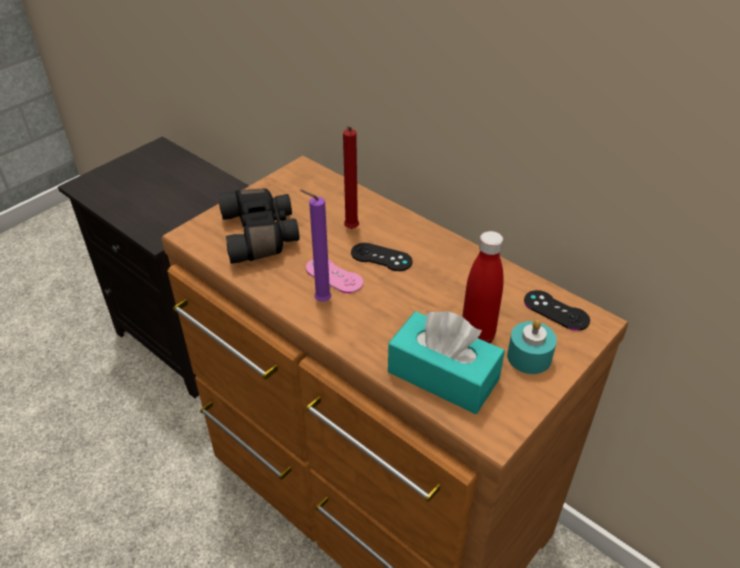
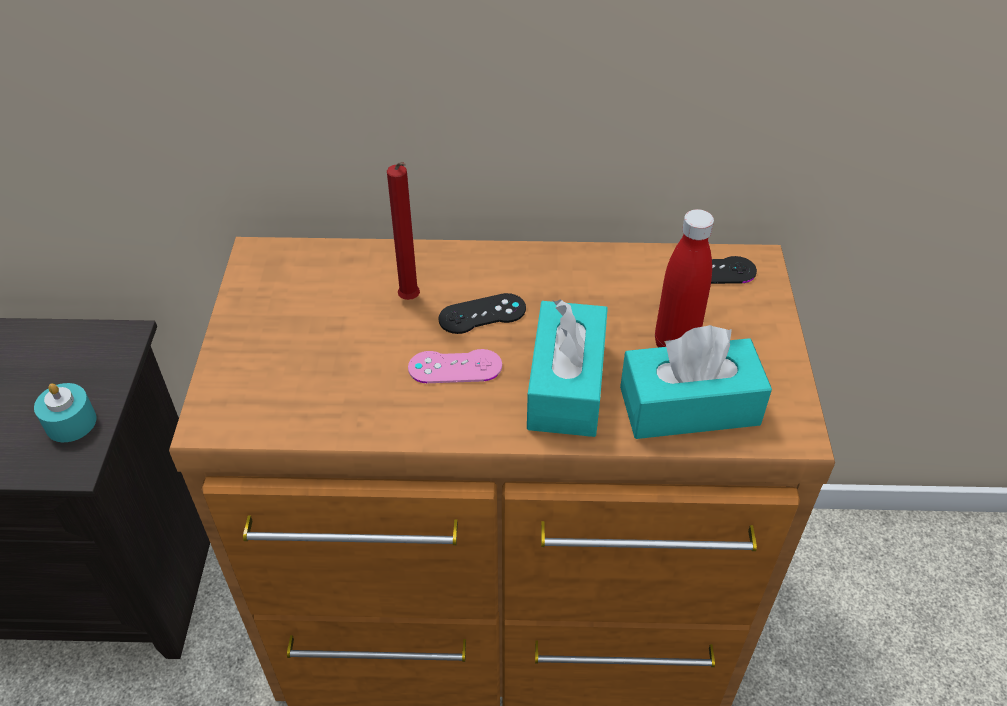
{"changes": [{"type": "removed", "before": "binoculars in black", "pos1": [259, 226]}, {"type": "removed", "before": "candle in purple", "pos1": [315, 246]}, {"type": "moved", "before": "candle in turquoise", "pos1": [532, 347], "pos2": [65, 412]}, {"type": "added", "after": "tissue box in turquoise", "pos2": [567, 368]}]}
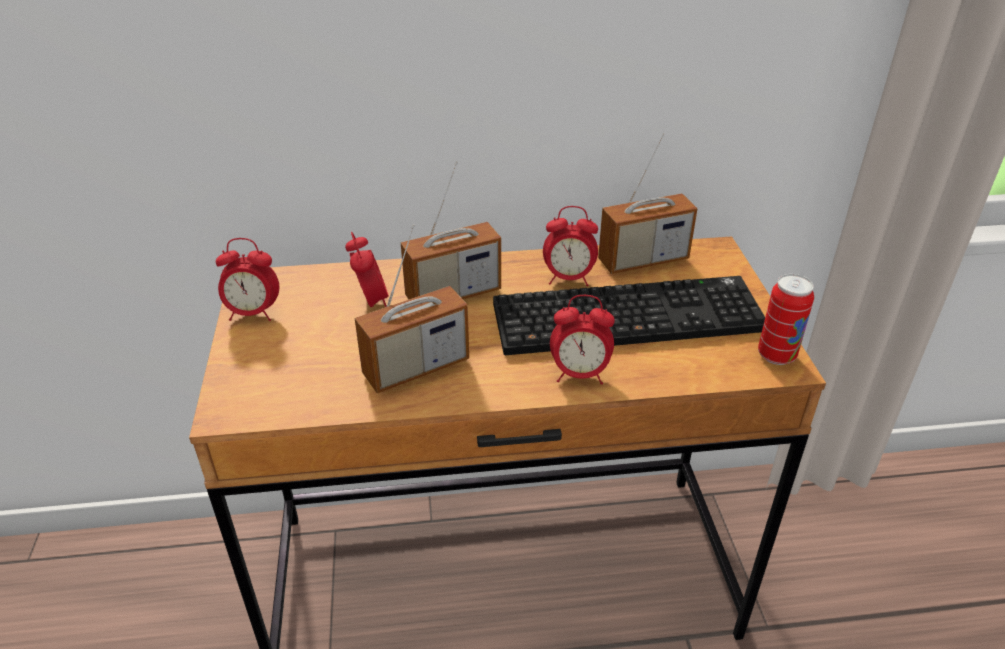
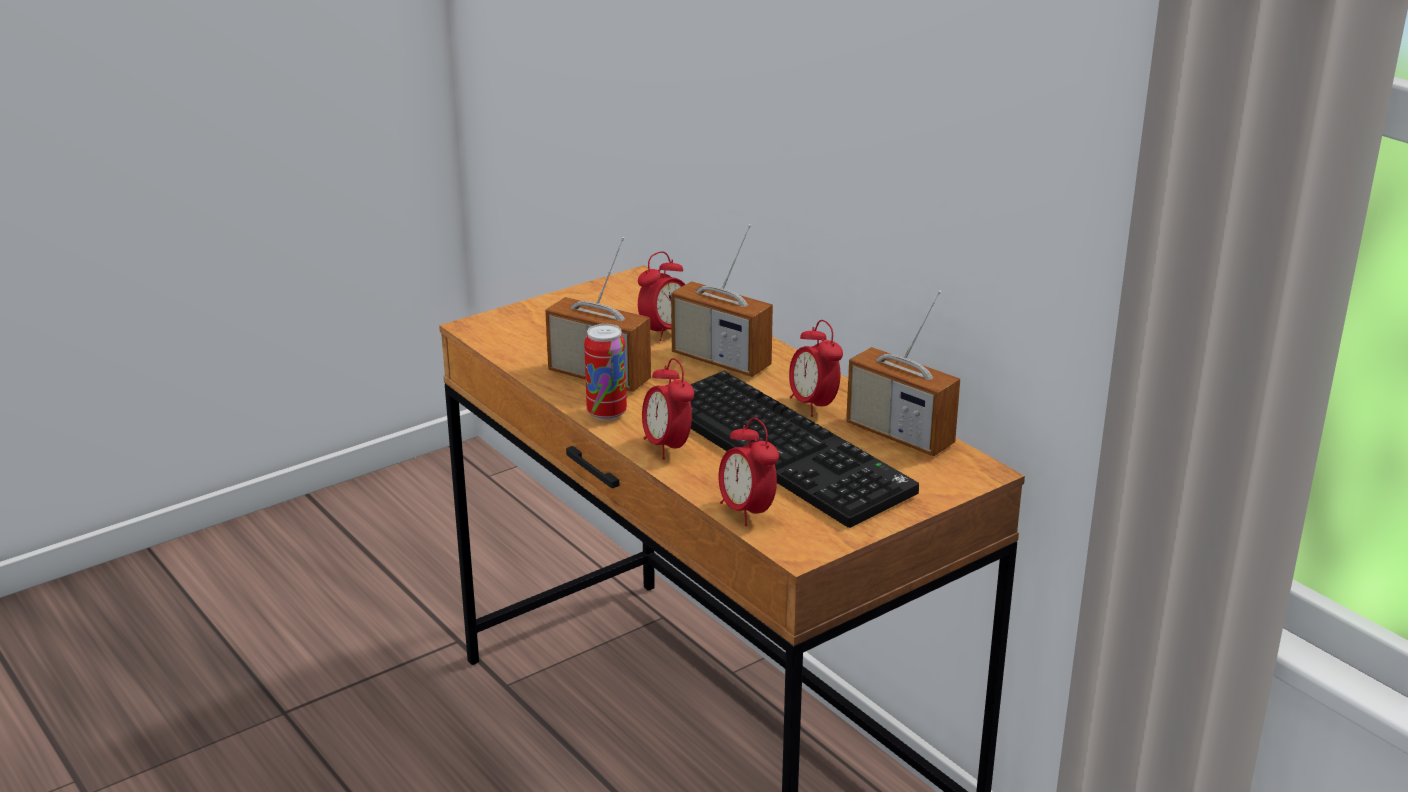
{"changes": [{"type": "moved", "before": "alarm clock", "pos1": [247, 279], "pos2": [749, 472]}, {"type": "moved", "before": "can", "pos1": [786, 319], "pos2": [605, 372]}]}
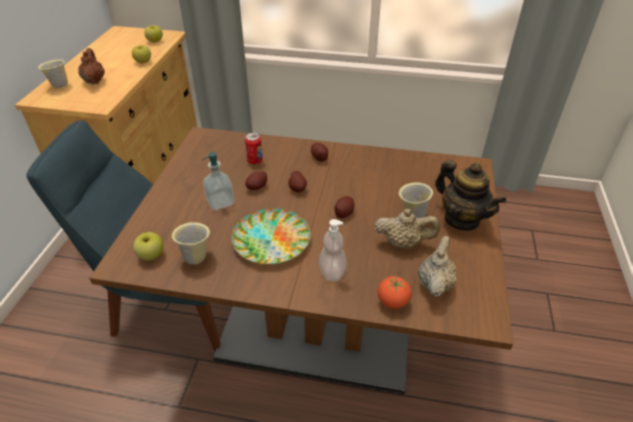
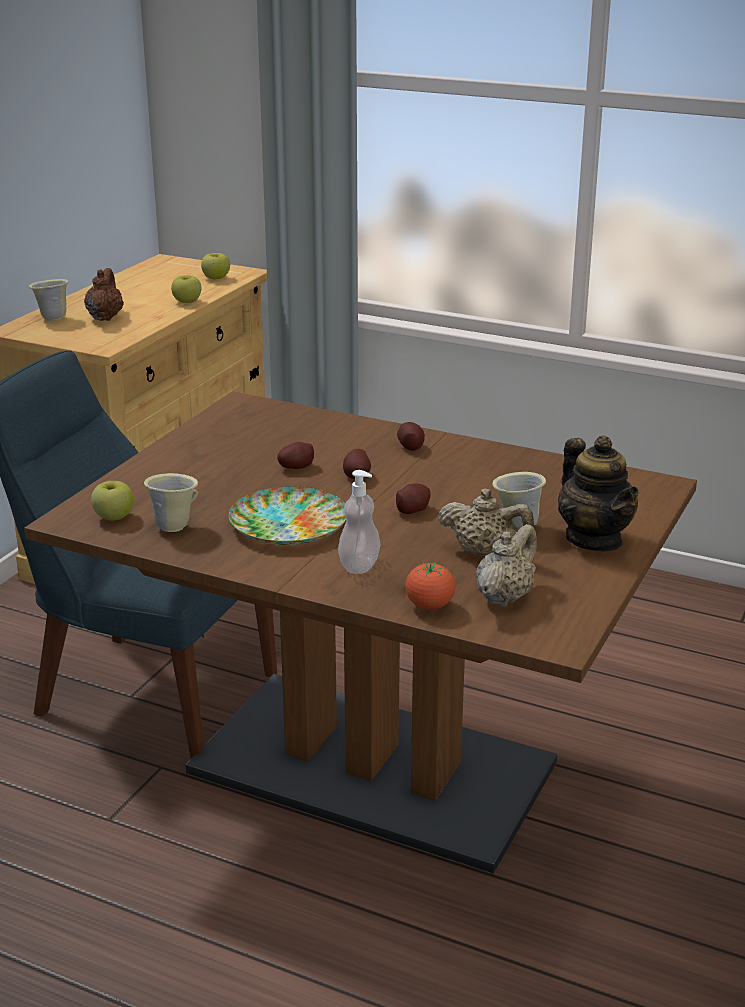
{"changes": [{"type": "removed", "before": "can", "pos1": [254, 148]}, {"type": "removed", "before": "soap dispenser", "pos1": [218, 181]}]}
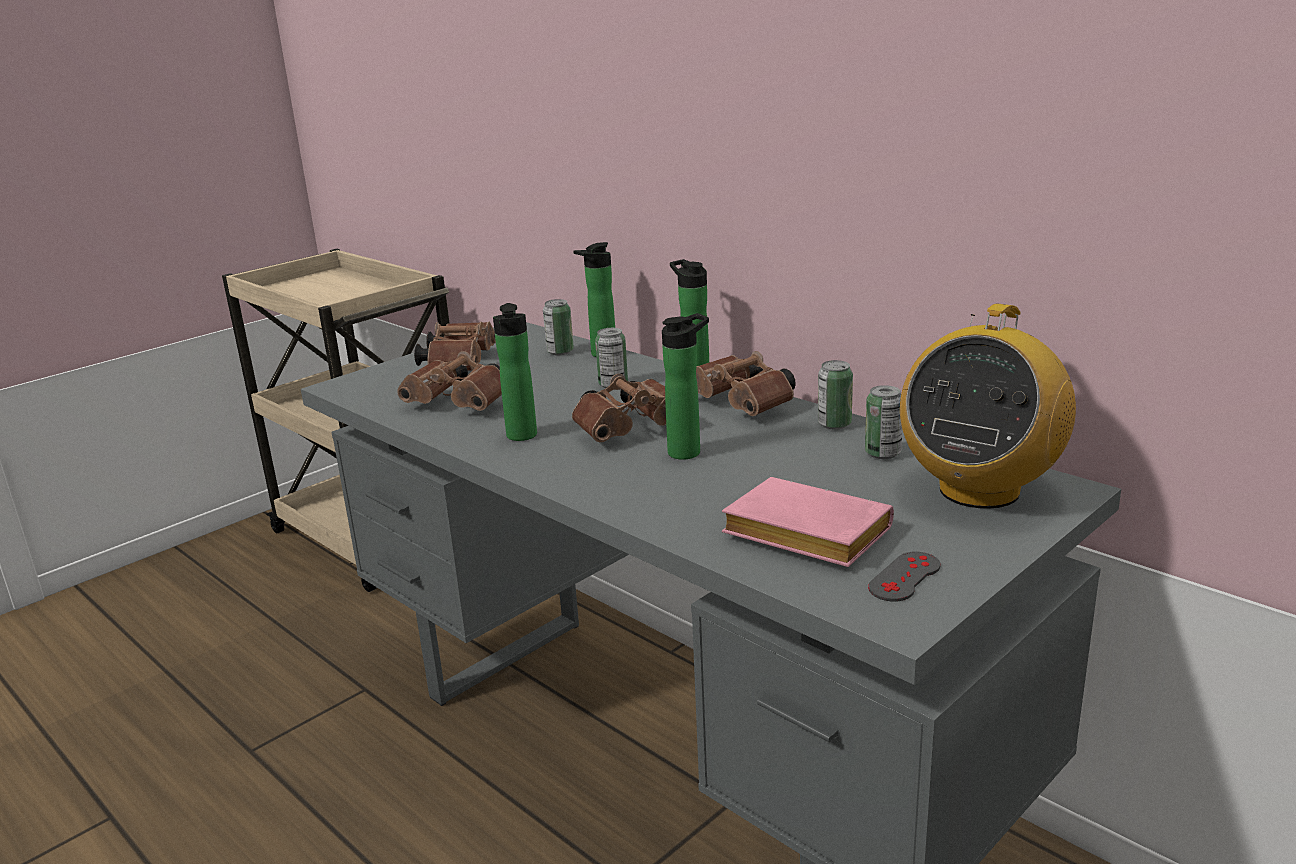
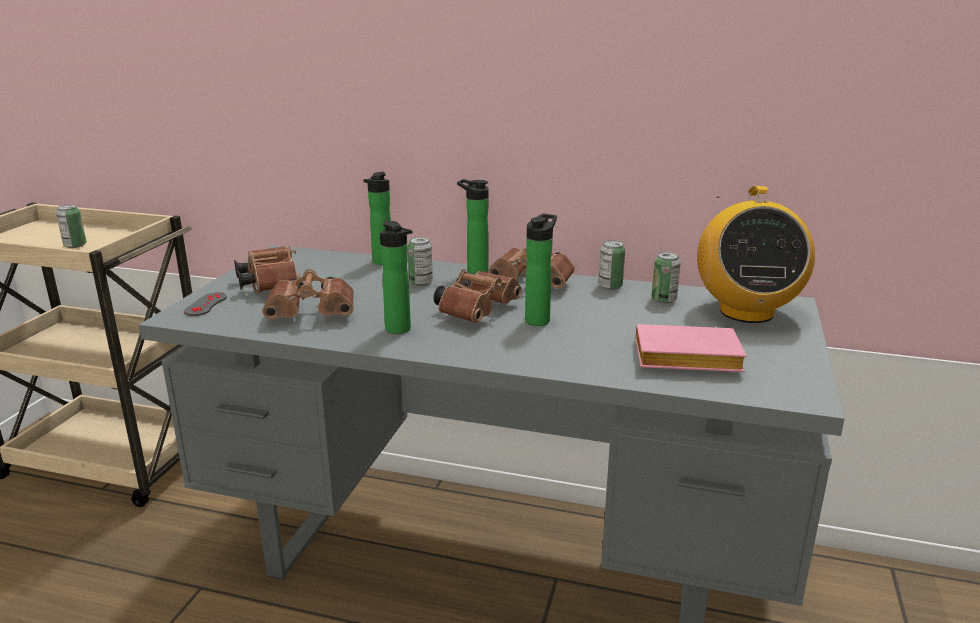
{"changes": [{"type": "moved", "before": "can", "pos1": [558, 327], "pos2": [71, 226]}, {"type": "moved", "before": "game controller in grey", "pos1": [904, 576], "pos2": [205, 304]}]}
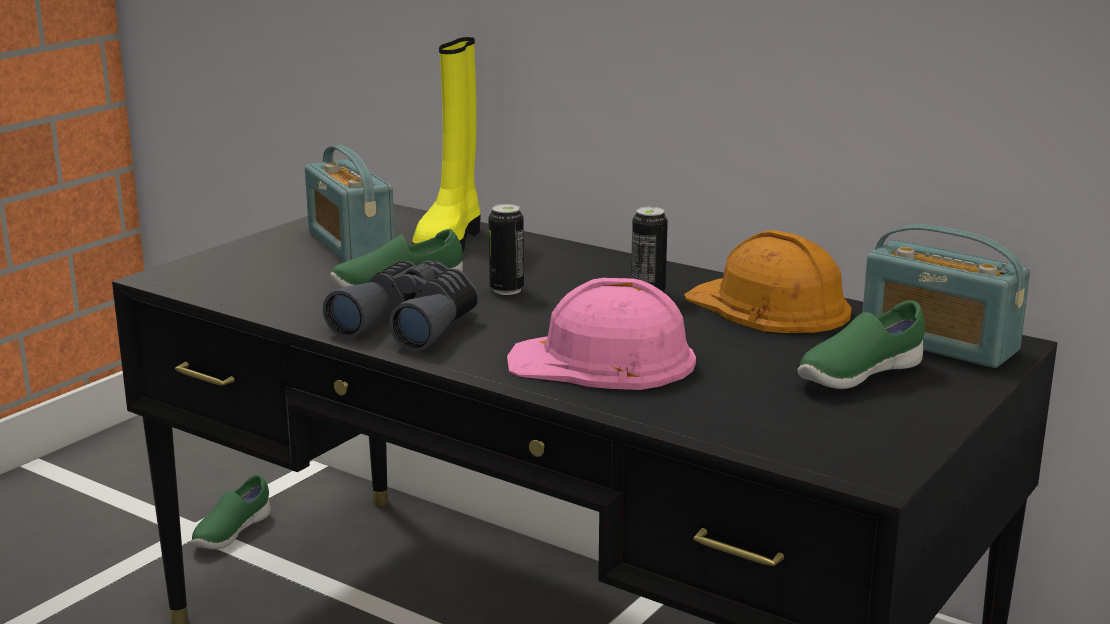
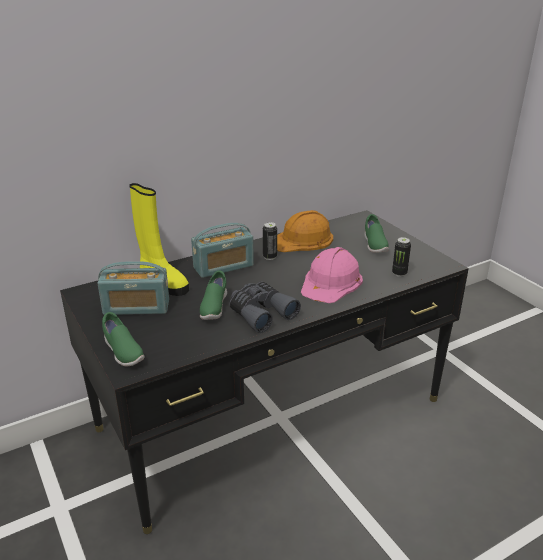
{"changes": [{"type": "moved", "before": "can", "pos1": [506, 249], "pos2": [401, 257]}, {"type": "moved", "before": "radio", "pos1": [946, 296], "pos2": [222, 250]}, {"type": "moved", "before": "shoe in green", "pos1": [231, 511], "pos2": [123, 339]}]}
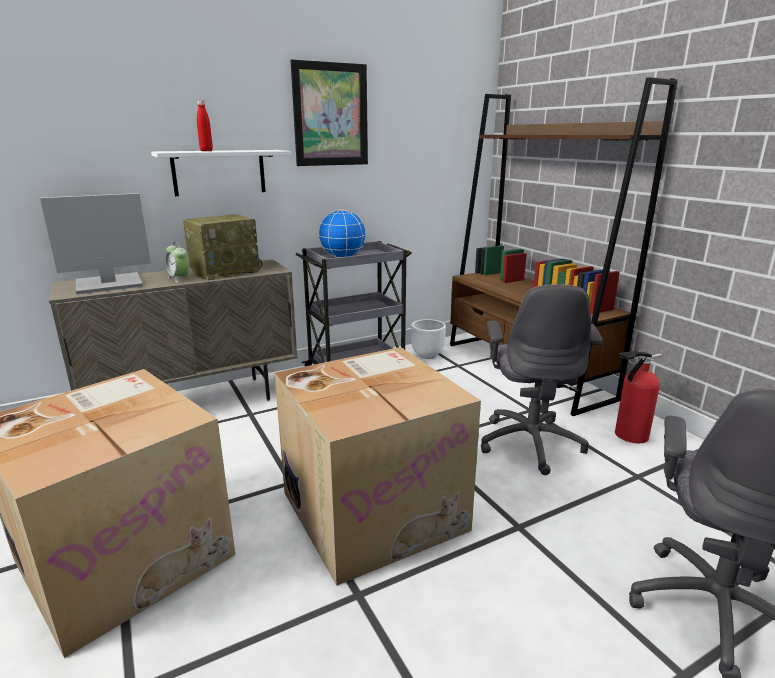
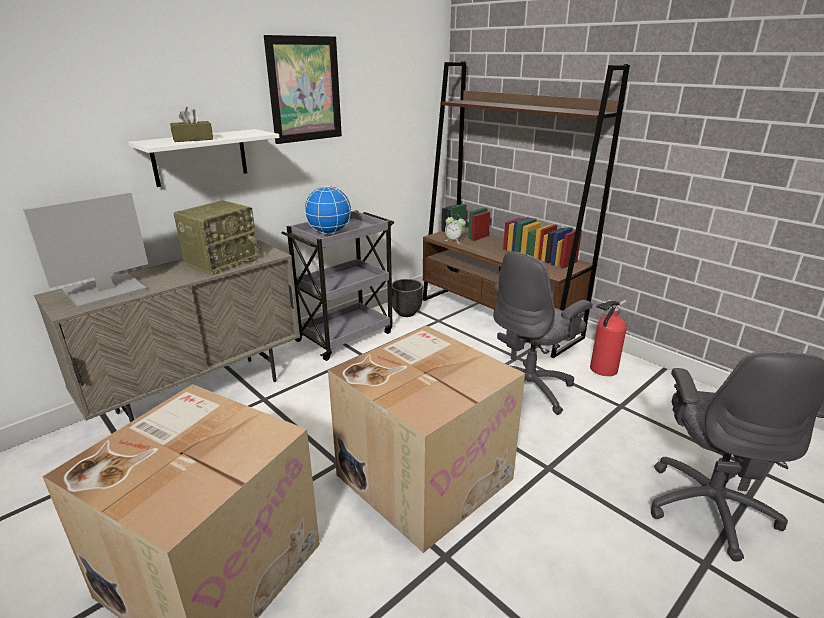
{"changes": [{"type": "replaced", "before": "bottle in red", "after": "tissue box in brown", "pos1": [205, 125], "pos2": [191, 124]}, {"type": "moved", "before": "alarm clock", "pos1": [177, 262], "pos2": [455, 229]}, {"type": "turned", "before": "office chair in grey", "pos1": [541, 379], "pos2": [543, 333], "turn": 60}, {"type": "recoloured", "before": "planter in white", "after": "planter in black", "pos1": [428, 339], "pos2": [407, 298]}]}
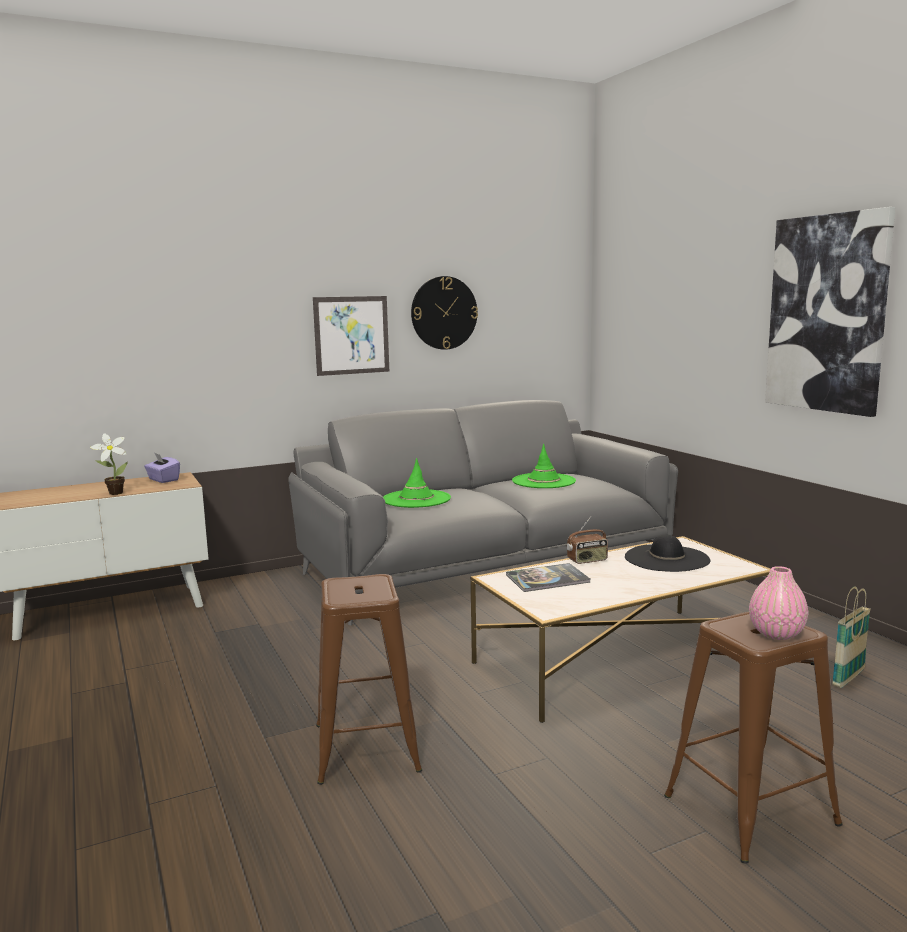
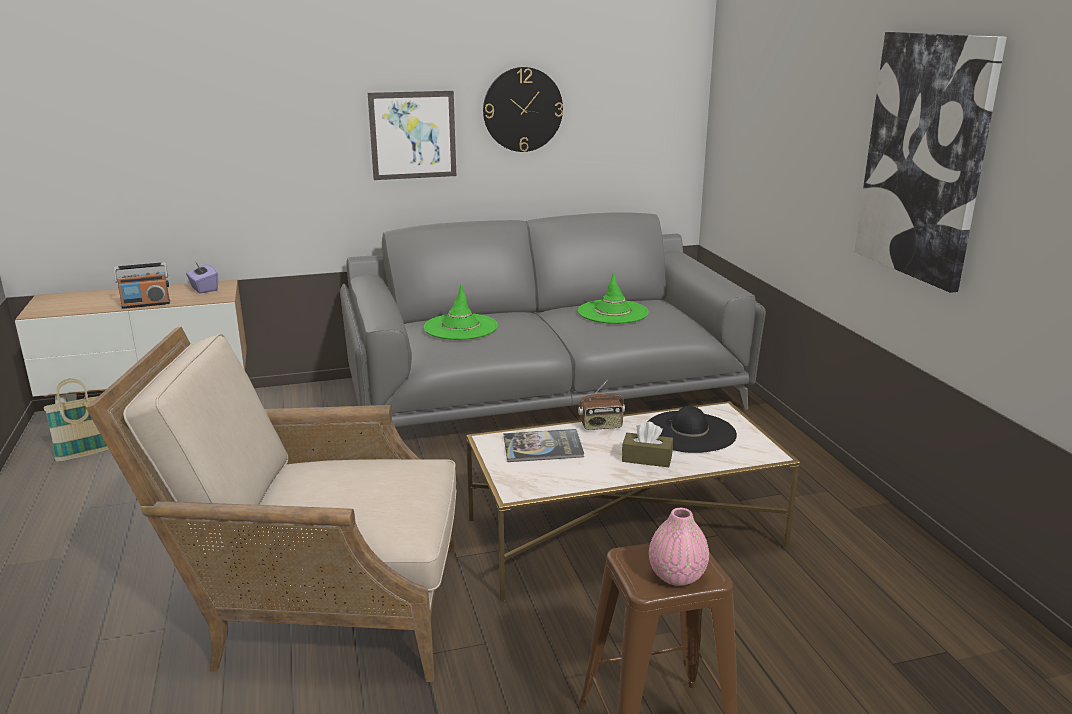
{"changes": [{"type": "replaced", "before": "potted plant", "after": "radio", "pos1": [109, 464], "pos2": [142, 285]}, {"type": "replaced", "before": "stool in brown", "after": "armchair in beige", "pos1": [369, 679], "pos2": [271, 504]}, {"type": "moved", "before": "basket", "pos1": [851, 637], "pos2": [76, 420]}, {"type": "added", "after": "tissue box in brown", "pos2": [647, 444]}]}
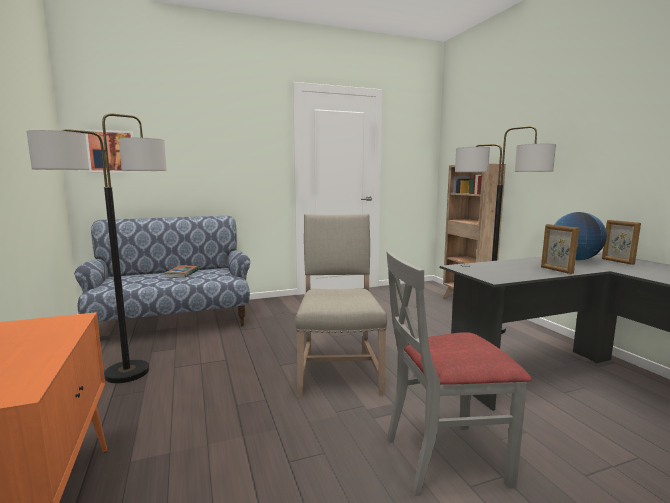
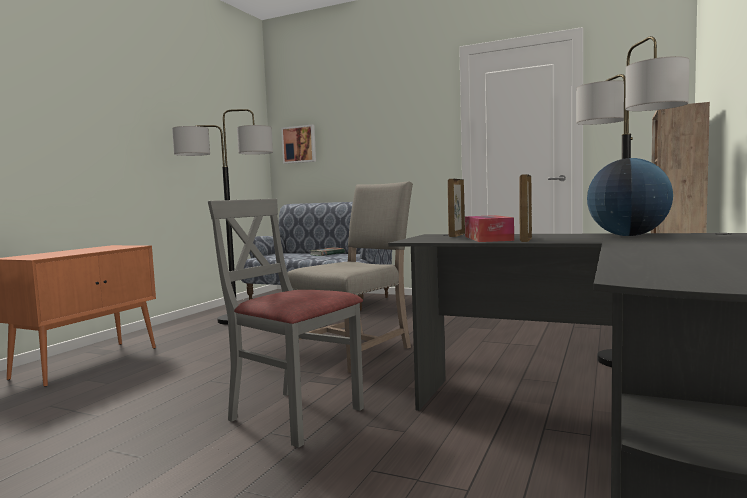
{"changes": [{"type": "moved", "before": "picture frame", "pos1": [621, 242], "pos2": [456, 208]}, {"type": "added", "after": "tissue box", "pos2": [489, 228]}]}
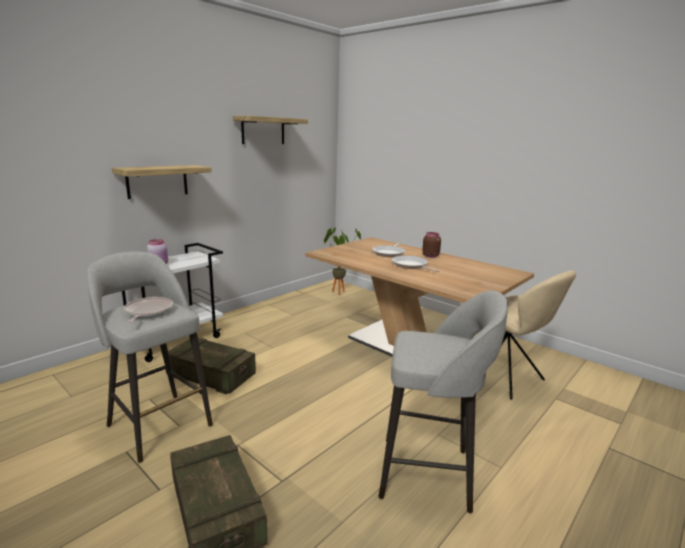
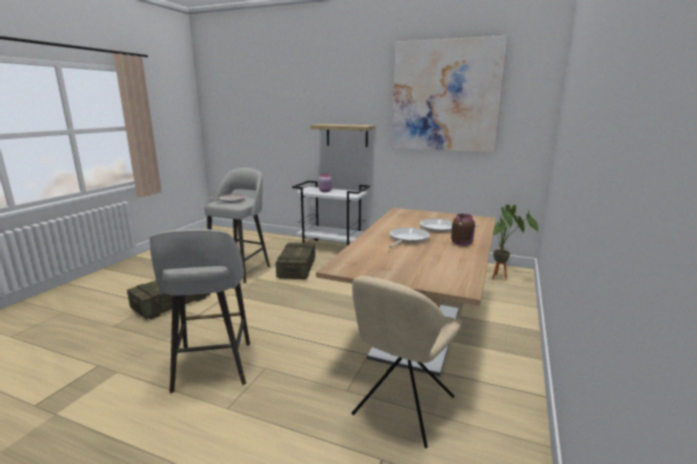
{"changes": [{"type": "replaced", "before": "shelf", "after": "picture", "pos1": [270, 130], "pos2": [450, 94]}]}
